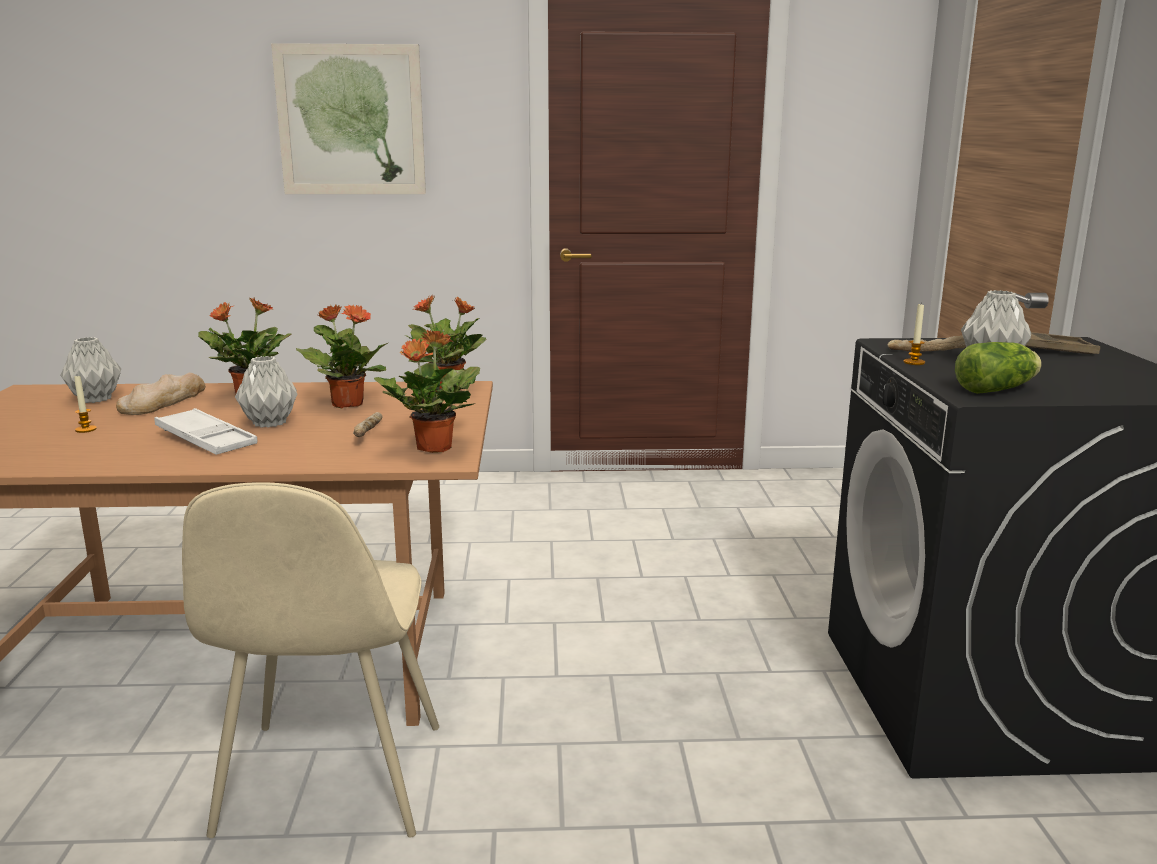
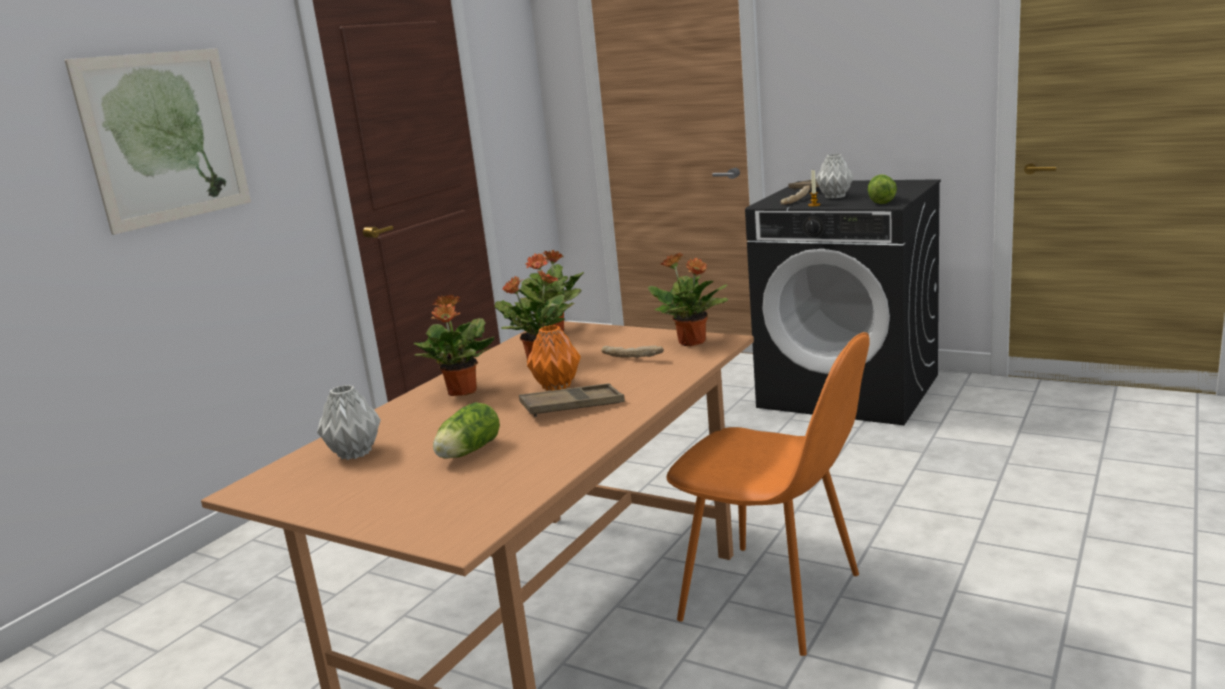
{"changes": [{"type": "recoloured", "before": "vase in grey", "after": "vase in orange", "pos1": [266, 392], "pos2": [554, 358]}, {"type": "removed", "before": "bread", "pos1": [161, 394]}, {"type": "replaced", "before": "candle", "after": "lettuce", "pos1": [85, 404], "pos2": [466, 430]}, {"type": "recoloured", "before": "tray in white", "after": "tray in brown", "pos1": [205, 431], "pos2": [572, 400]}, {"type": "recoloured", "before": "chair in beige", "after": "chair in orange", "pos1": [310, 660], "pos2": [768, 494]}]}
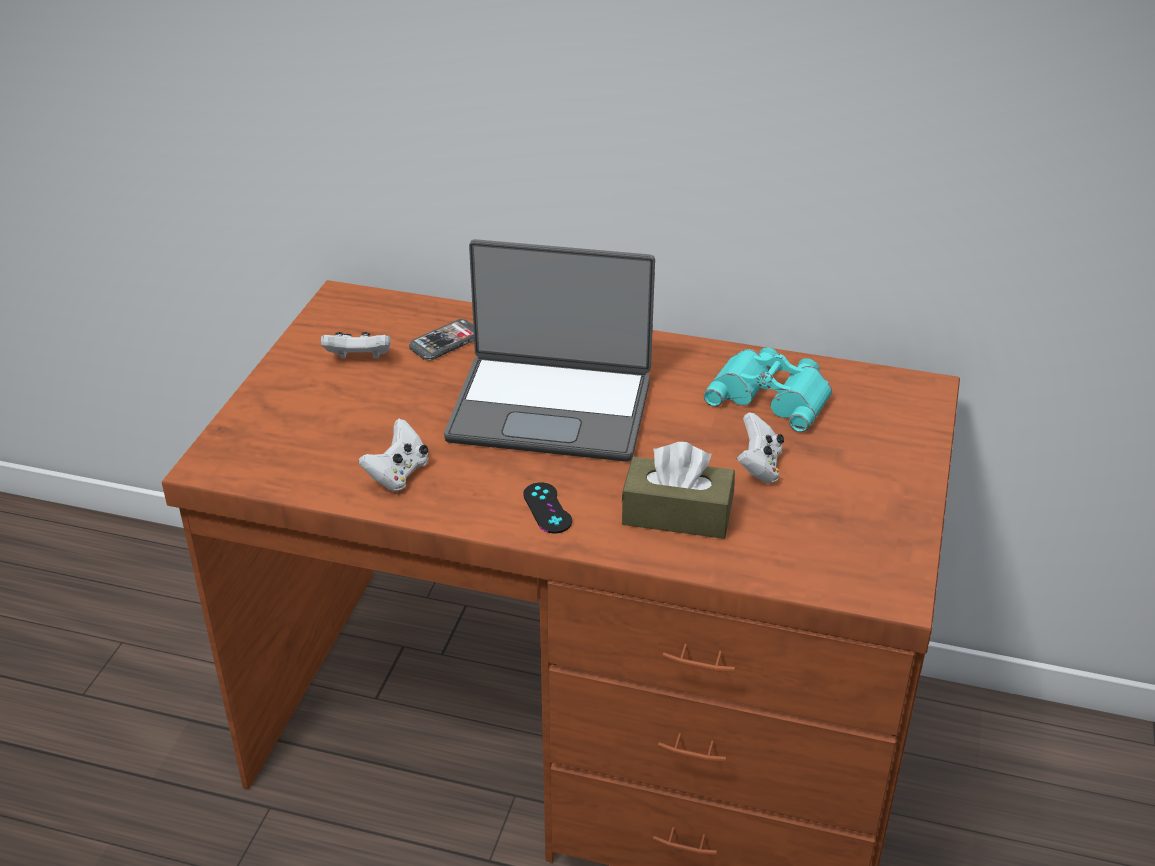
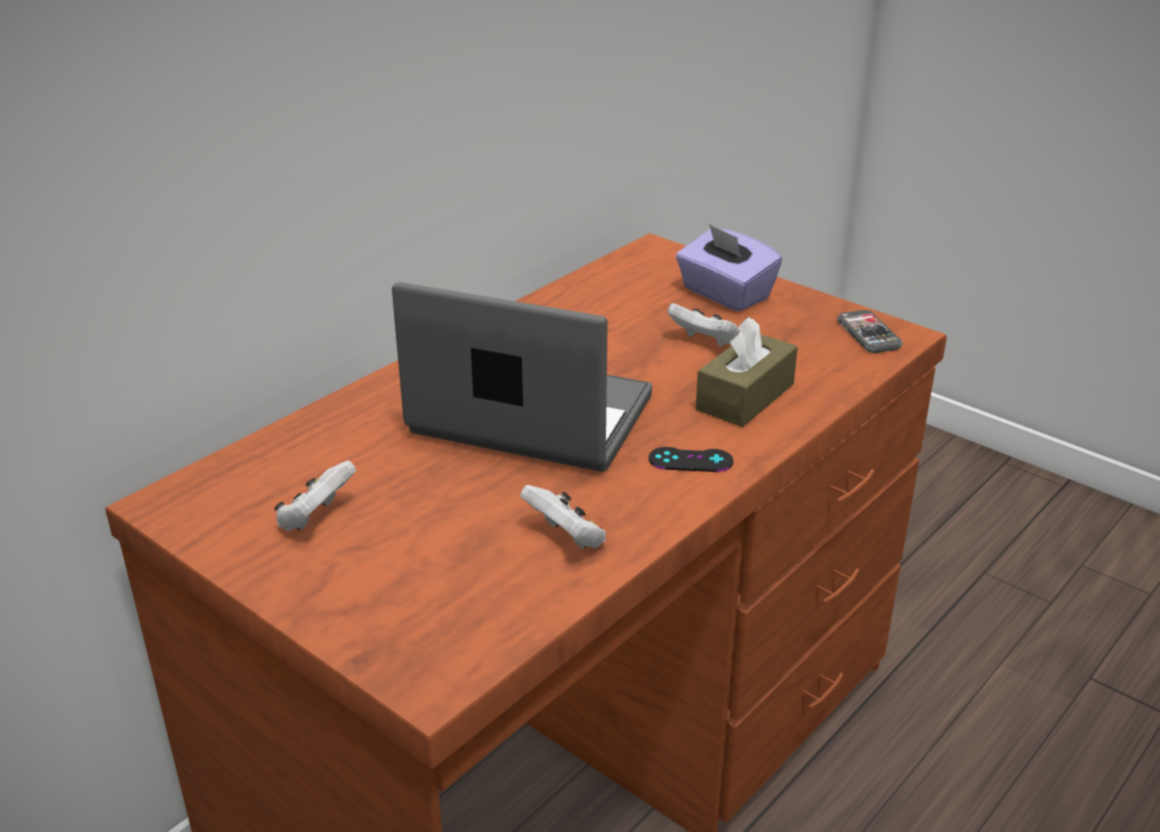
{"changes": [{"type": "turned", "before": "laptop", "pos1": [549, 350], "pos2": [522, 377], "turn": -105}, {"type": "moved", "before": "phone", "pos1": [441, 339], "pos2": [870, 331]}, {"type": "removed", "before": "binoculars in turquoise", "pos1": [767, 389]}, {"type": "added", "after": "tissue box in purple", "pos2": [729, 268]}]}
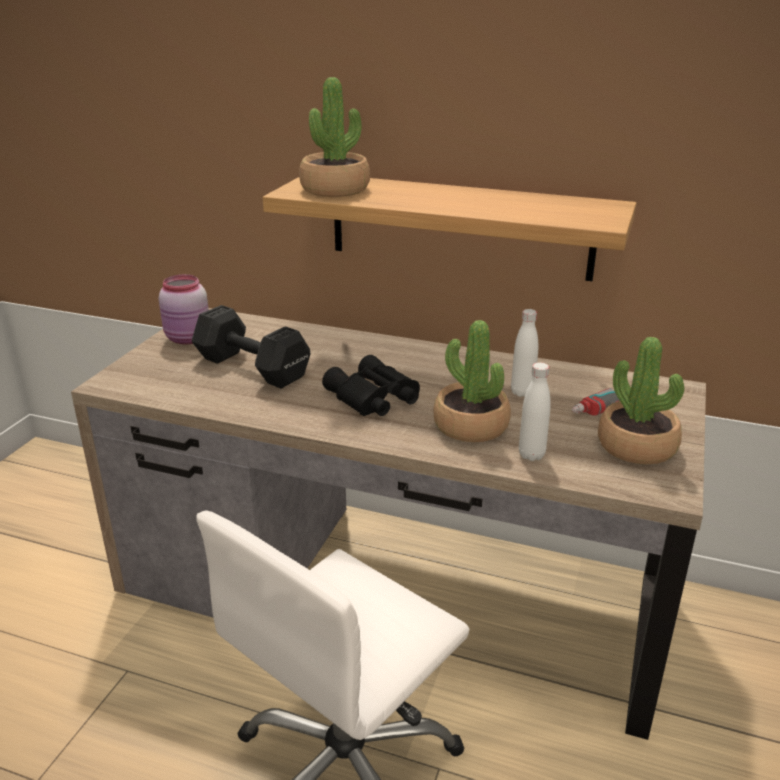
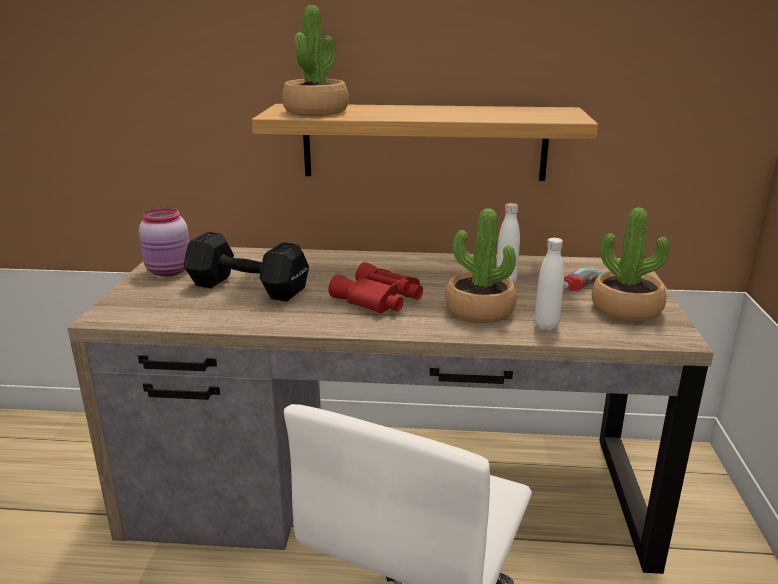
{"changes": [{"type": "recoloured", "before": "binoculars in black", "after": "binoculars in red", "pos1": [371, 385], "pos2": [375, 288]}]}
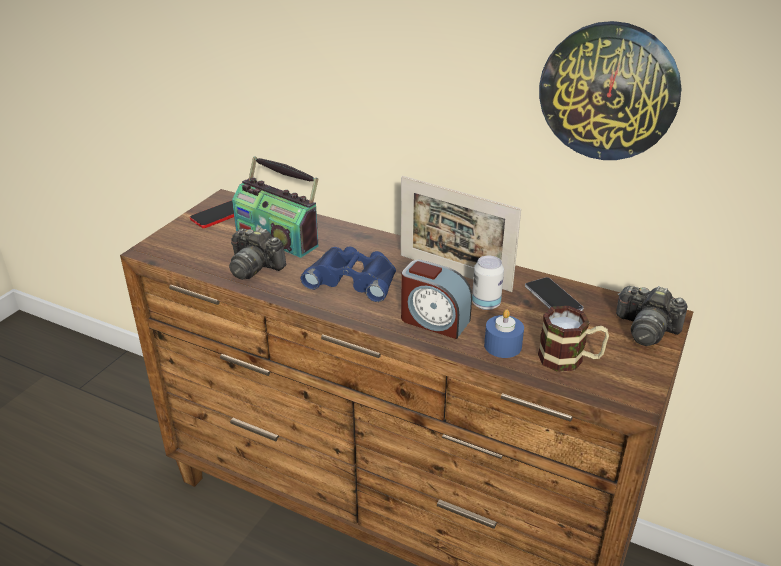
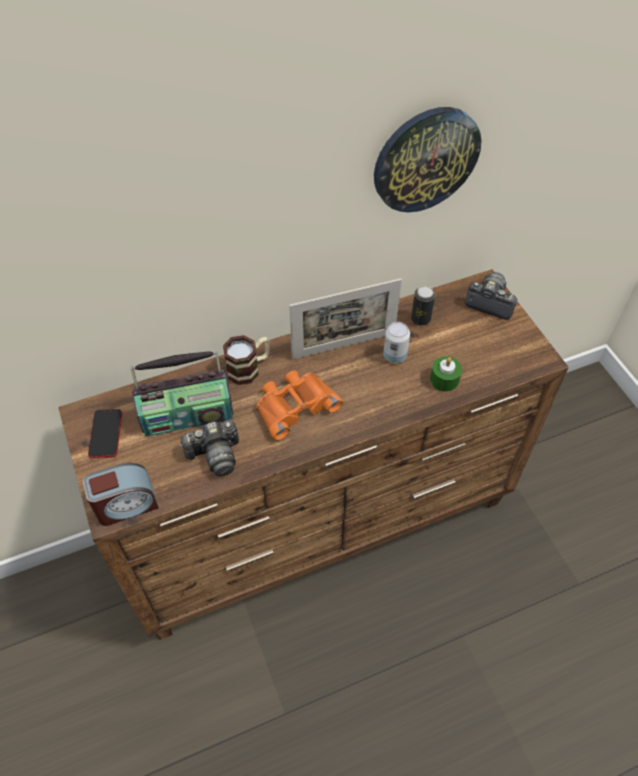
{"changes": [{"type": "recoloured", "before": "binoculars in blue", "after": "binoculars in orange", "pos1": [348, 274], "pos2": [299, 405]}, {"type": "moved", "before": "alarm clock", "pos1": [436, 299], "pos2": [121, 494]}, {"type": "replaced", "before": "phone", "after": "can", "pos1": [554, 294], "pos2": [423, 306]}, {"type": "turned", "before": "photo camera", "pos1": [652, 316], "pos2": [492, 296], "turn": -135}, {"type": "moved", "before": "mug", "pos1": [573, 339], "pos2": [246, 360]}, {"type": "recoloured", "before": "candle in blue", "after": "candle in green", "pos1": [504, 333], "pos2": [446, 374]}]}
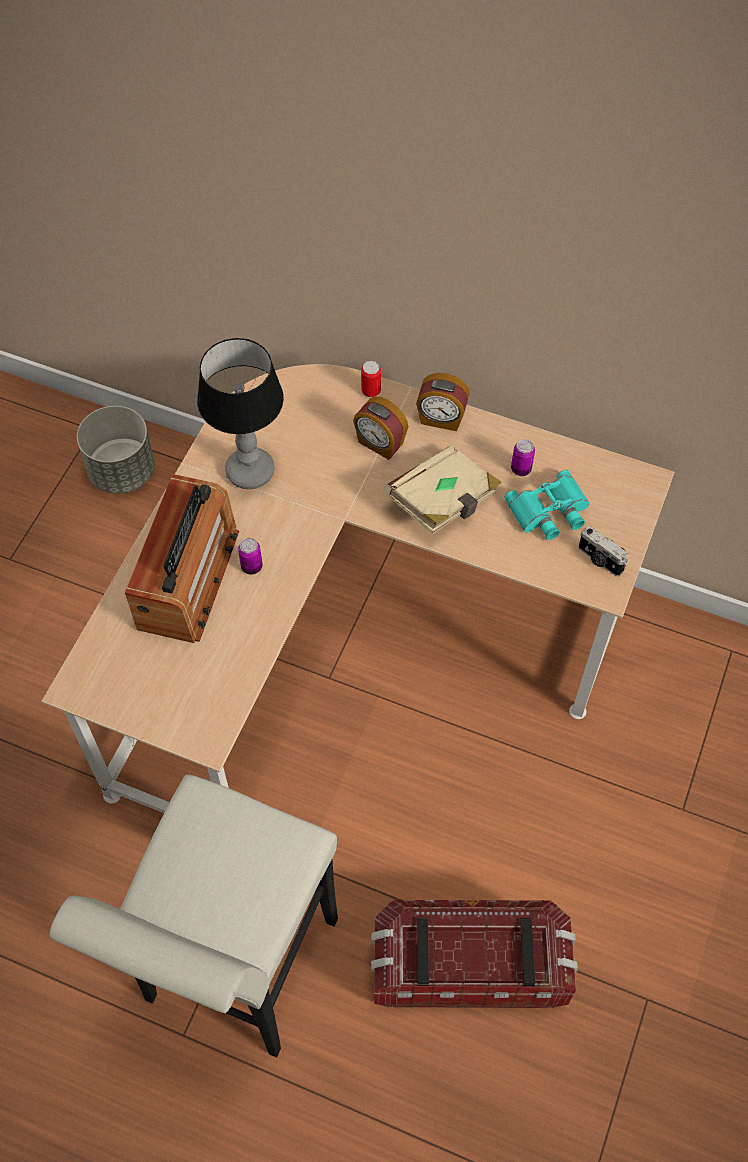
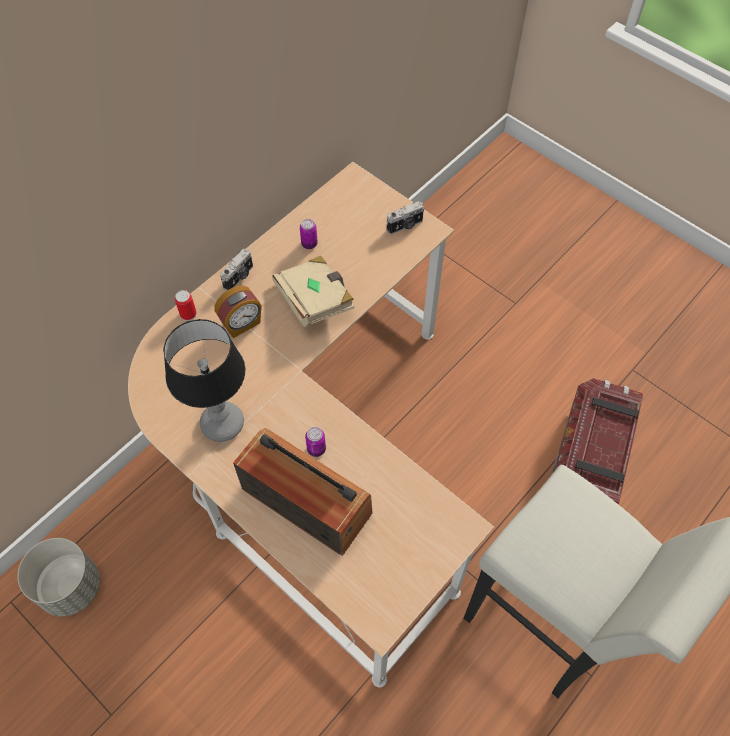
{"changes": [{"type": "replaced", "before": "alarm clock", "after": "photo camera", "pos1": [443, 402], "pos2": [236, 270]}, {"type": "removed", "before": "binoculars in turquoise", "pos1": [547, 505]}]}
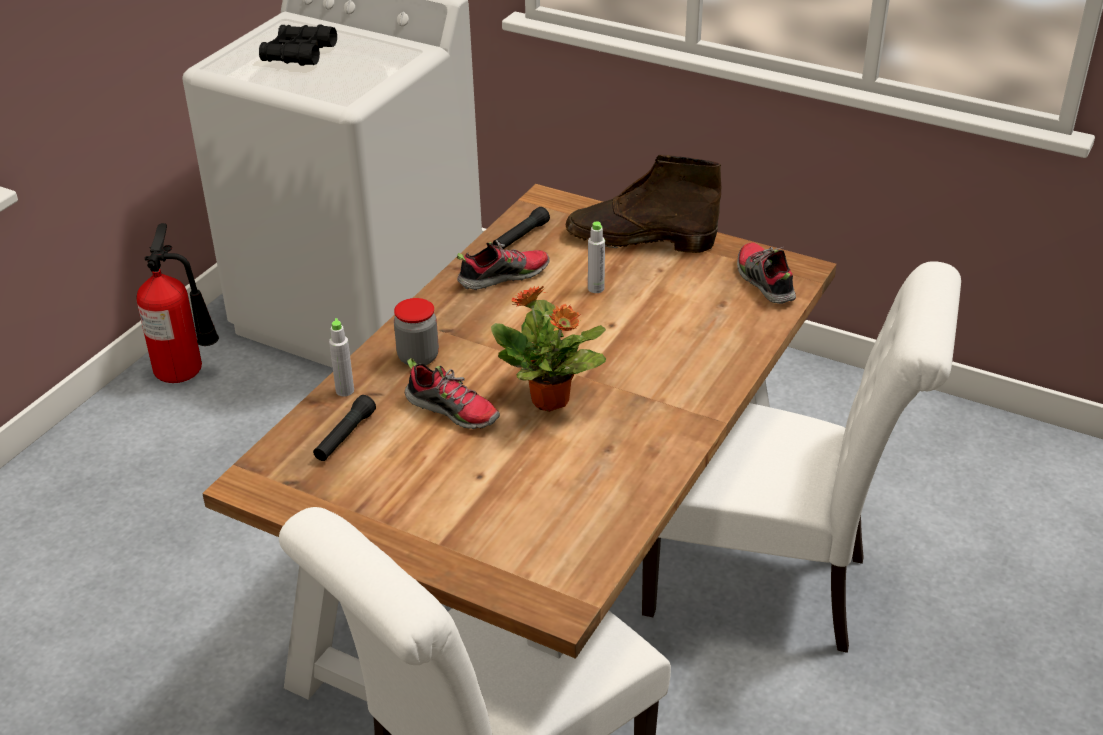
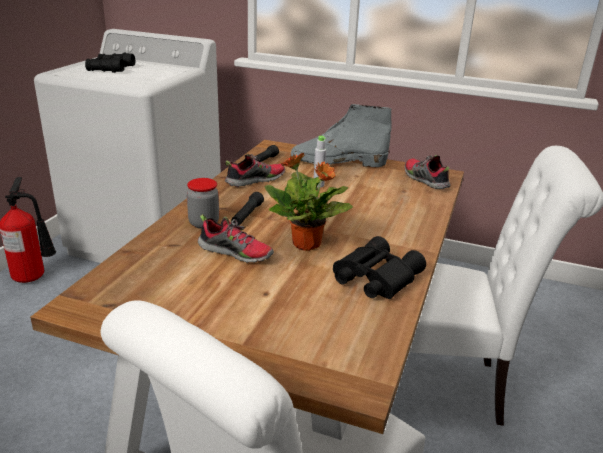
{"changes": [{"type": "recoloured", "before": "boot in brown", "after": "boot in grey", "pos1": [643, 204], "pos2": [341, 135]}, {"type": "removed", "before": "bottle in grey", "pos1": [341, 357]}, {"type": "moved", "before": "flashlight in black", "pos1": [344, 428], "pos2": [247, 209]}, {"type": "added", "after": "binoculars in black", "pos2": [379, 267]}]}
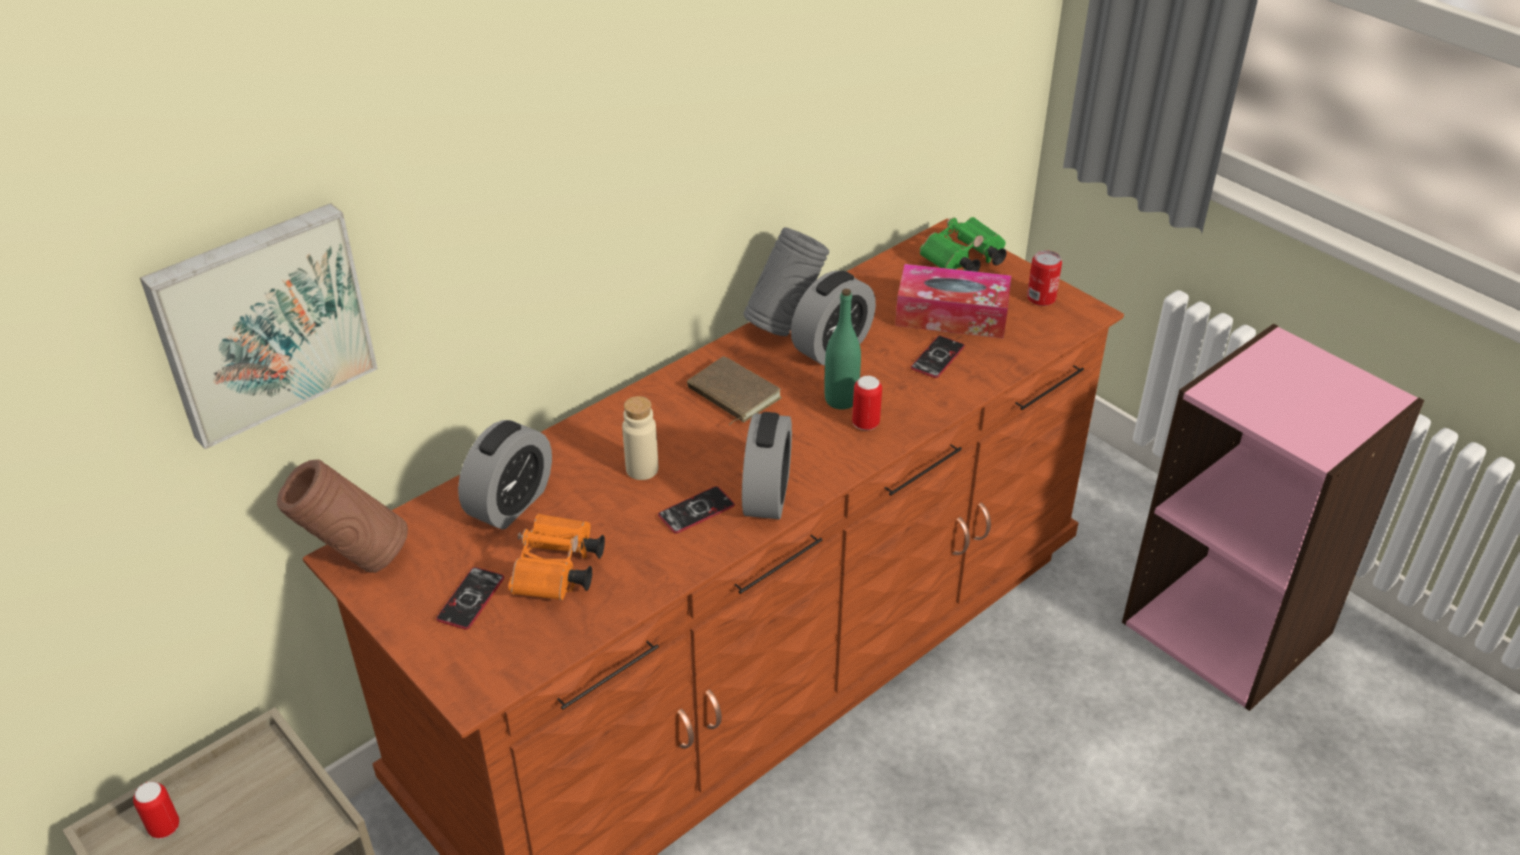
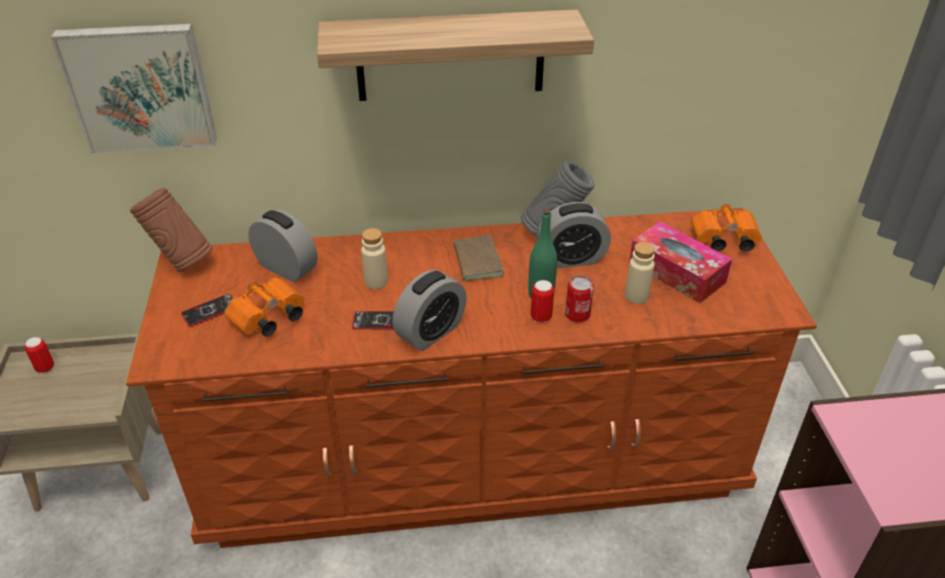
{"changes": [{"type": "recoloured", "before": "binoculars in green", "after": "binoculars in orange", "pos1": [963, 244], "pos2": [726, 228]}, {"type": "moved", "before": "can", "pos1": [1044, 278], "pos2": [579, 298]}, {"type": "replaced", "before": "phone", "after": "bottle in beige", "pos1": [938, 357], "pos2": [640, 273]}, {"type": "turned", "before": "alarm clock", "pos1": [505, 474], "pos2": [282, 246], "turn": -120}, {"type": "added", "after": "shelf", "pos2": [455, 55]}]}
